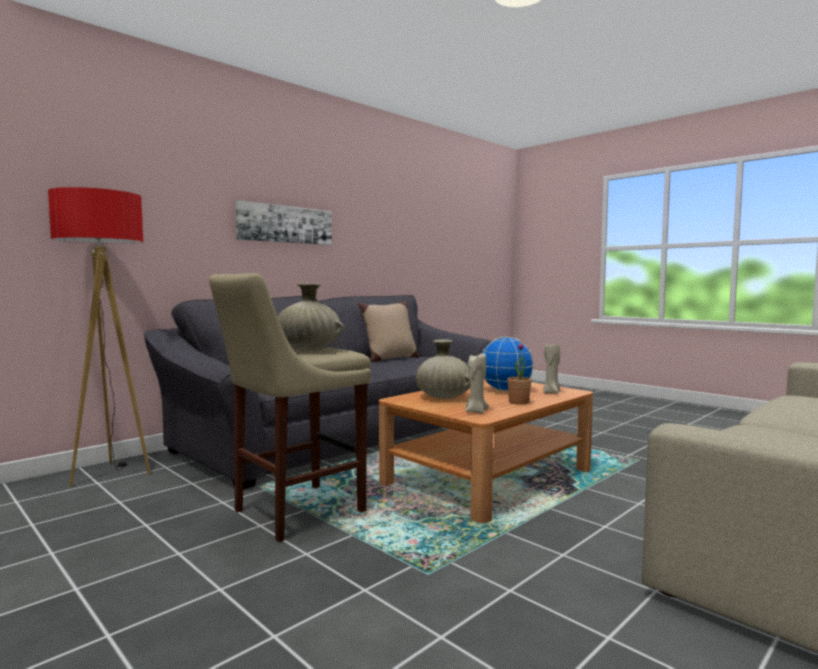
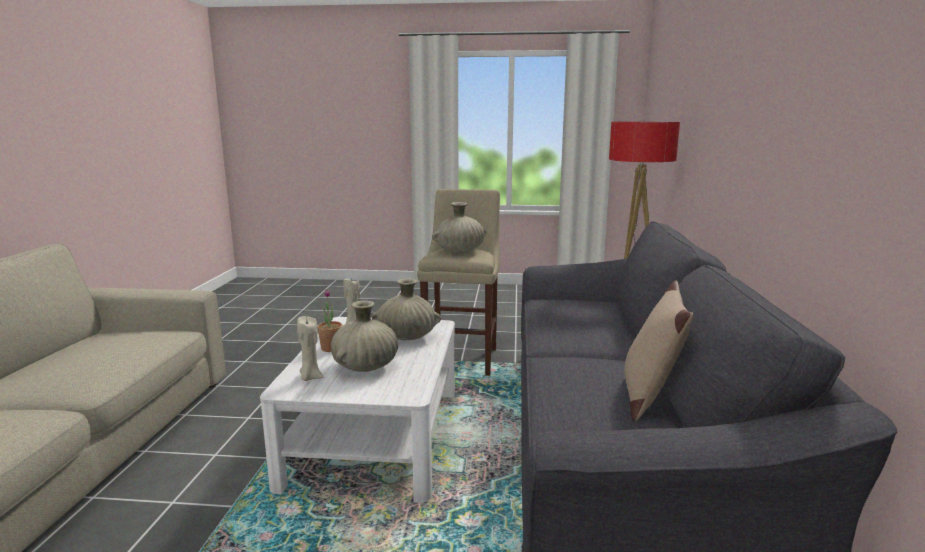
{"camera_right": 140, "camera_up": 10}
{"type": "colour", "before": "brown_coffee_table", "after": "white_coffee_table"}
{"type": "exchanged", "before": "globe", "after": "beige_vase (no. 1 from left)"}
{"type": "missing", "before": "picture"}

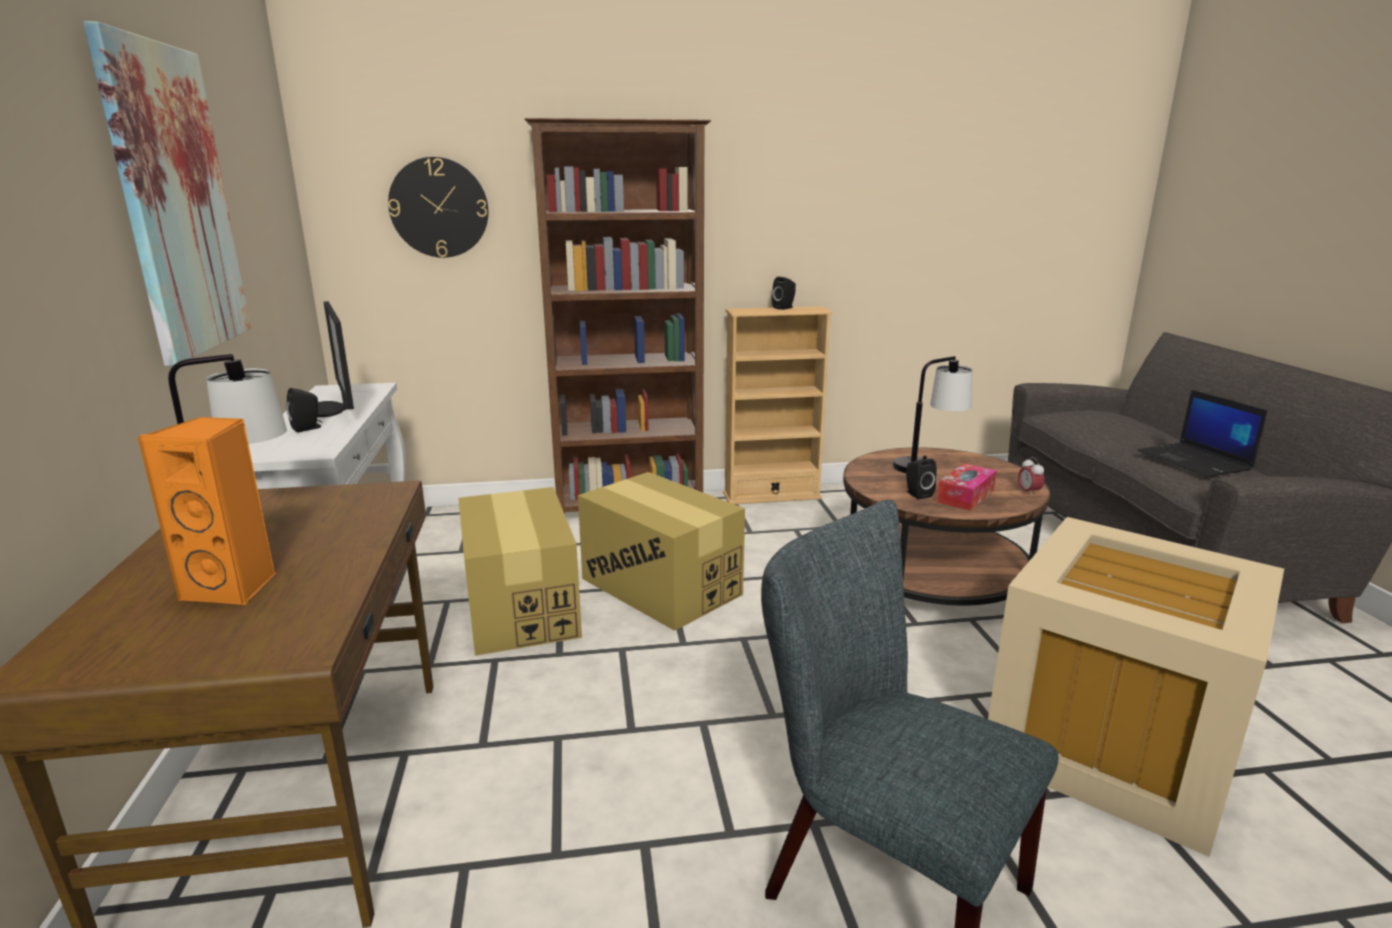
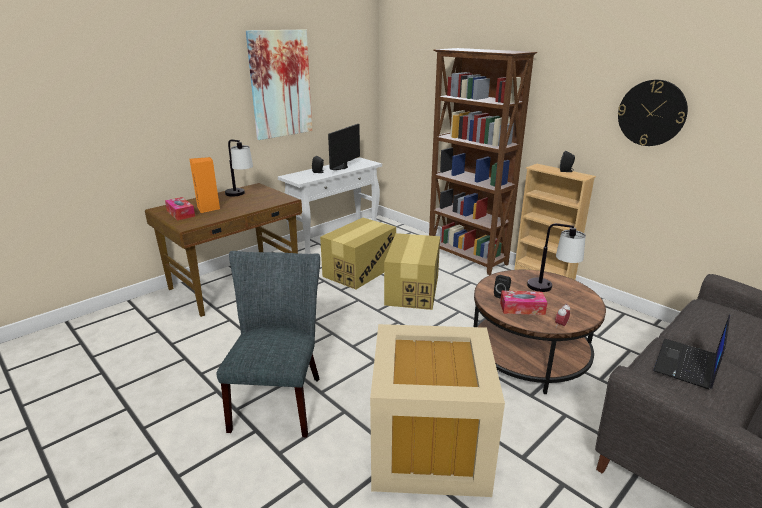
{"camera_right": 55, "camera_up": 5}
{"type": "appeared", "after": "tissue_box (no. 1 from left)"}
{"type": "relocated", "before": "wall_clock"}

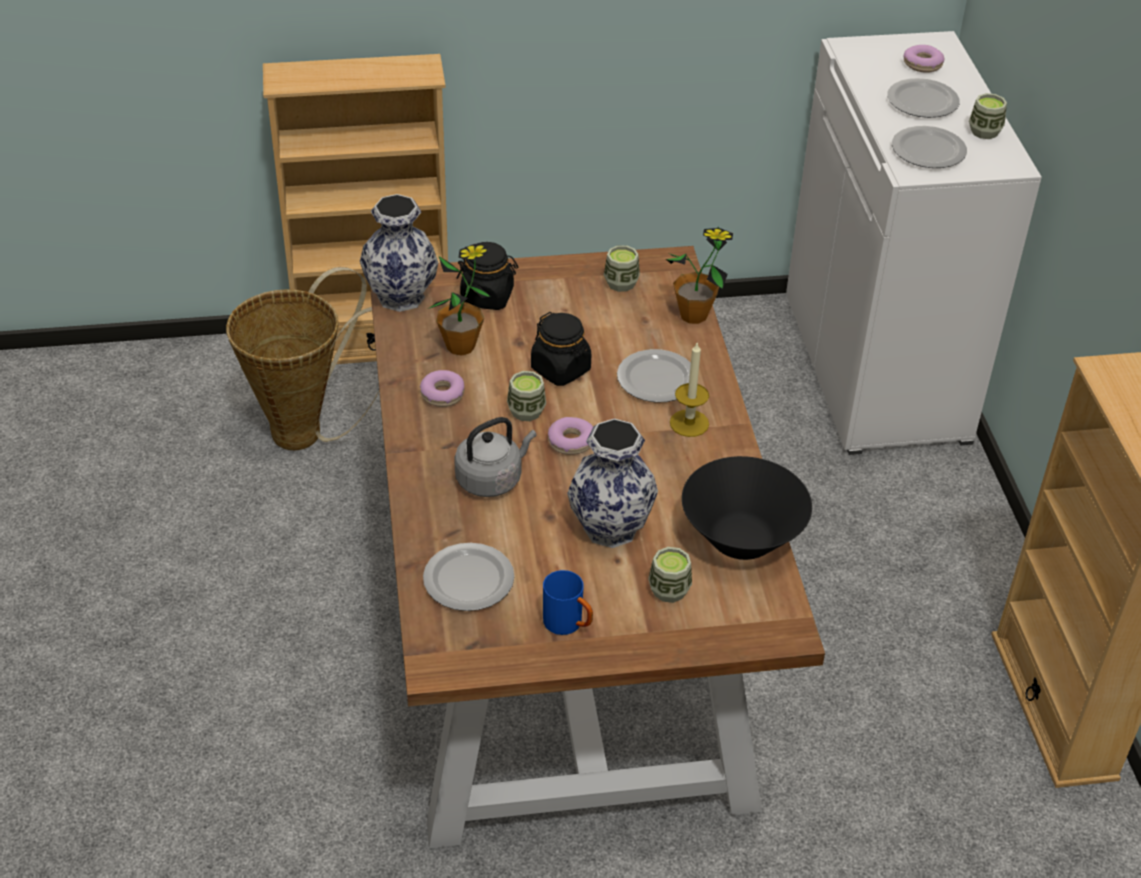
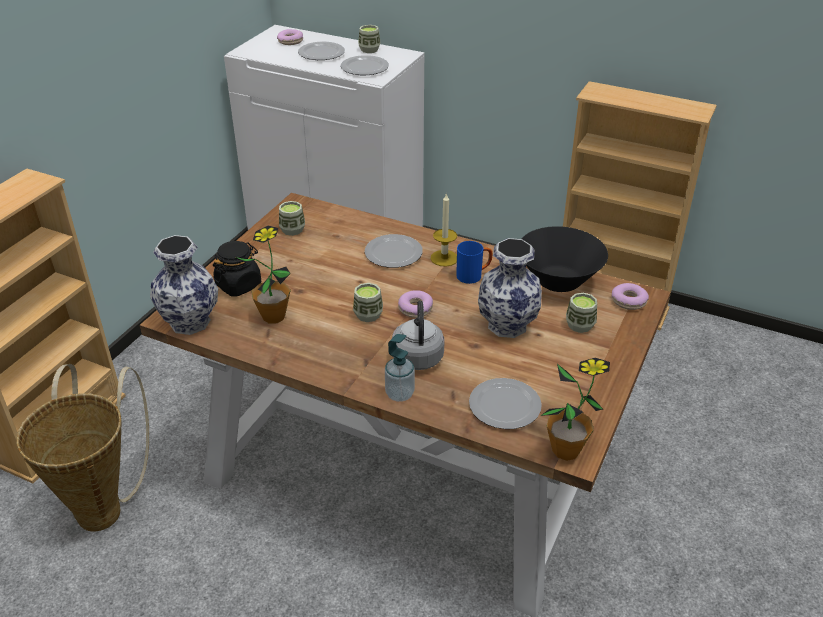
{"camera_right": -55, "camera_up": -5}
{"type": "appeared", "after": "soap_dispenser"}
{"type": "relocated", "before": "blue_mug"}
{"type": "relocated", "before": "potted_plant (no. 2 from left)"}
{"type": "relocated", "before": "donut (no. 1 from left in the first image)", "after": "donut (no. 3 from left)"}
{"type": "missing", "before": "black_jar (no. 2 from left)"}

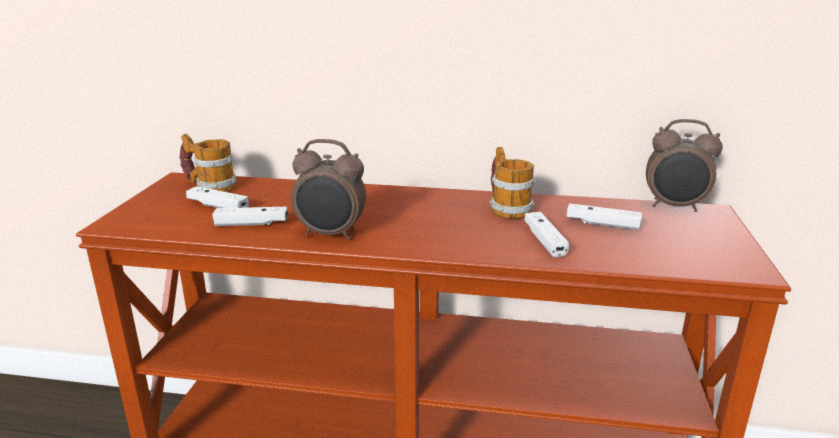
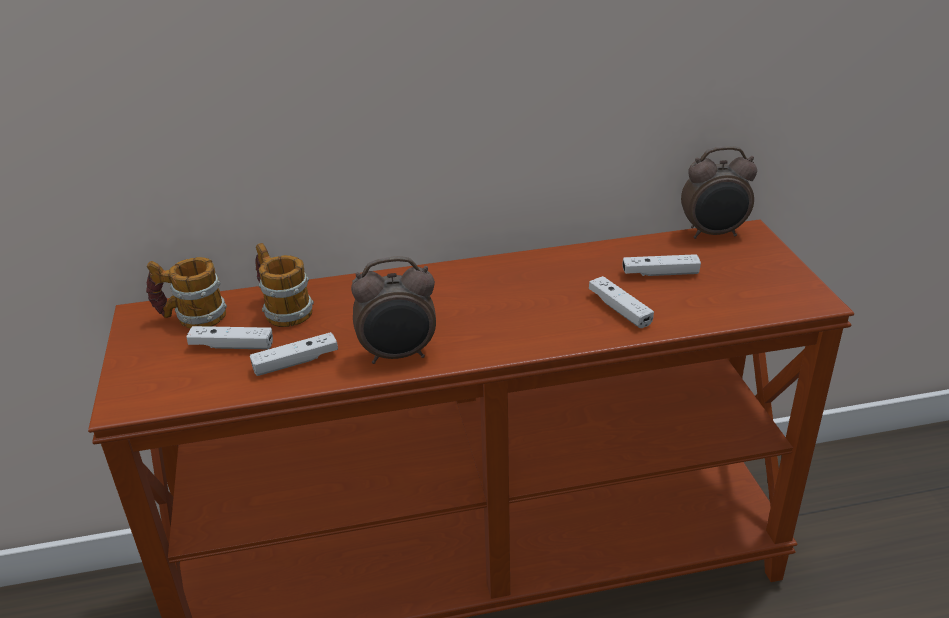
{"camera_right": -20, "camera_up": 10}
{"type": "relocated", "before": "mug (no. 2 from left)"}

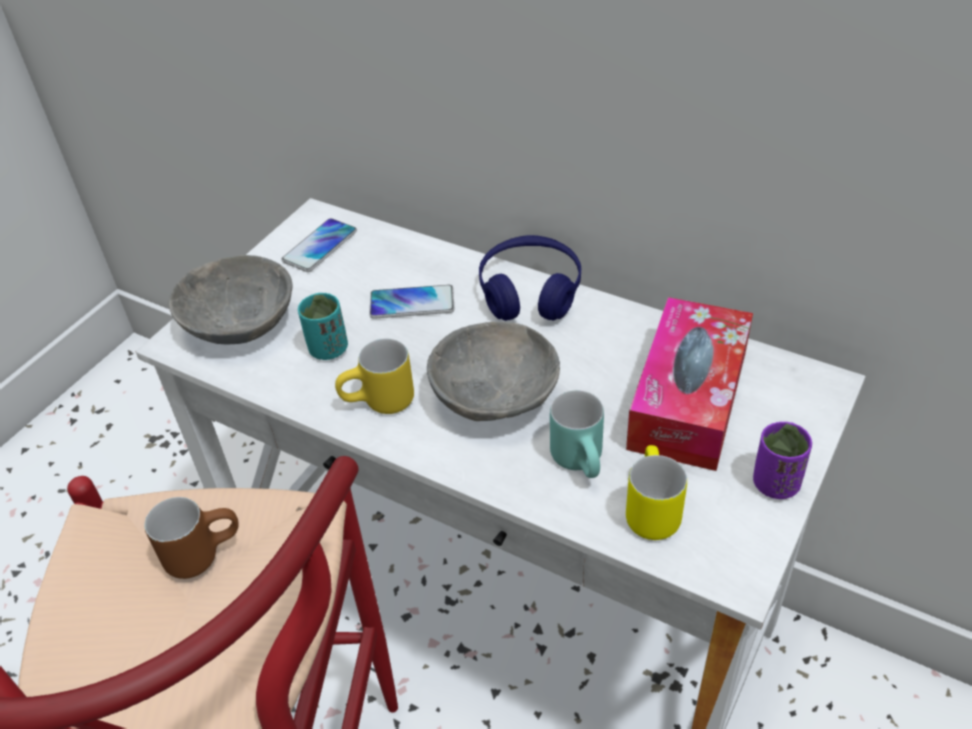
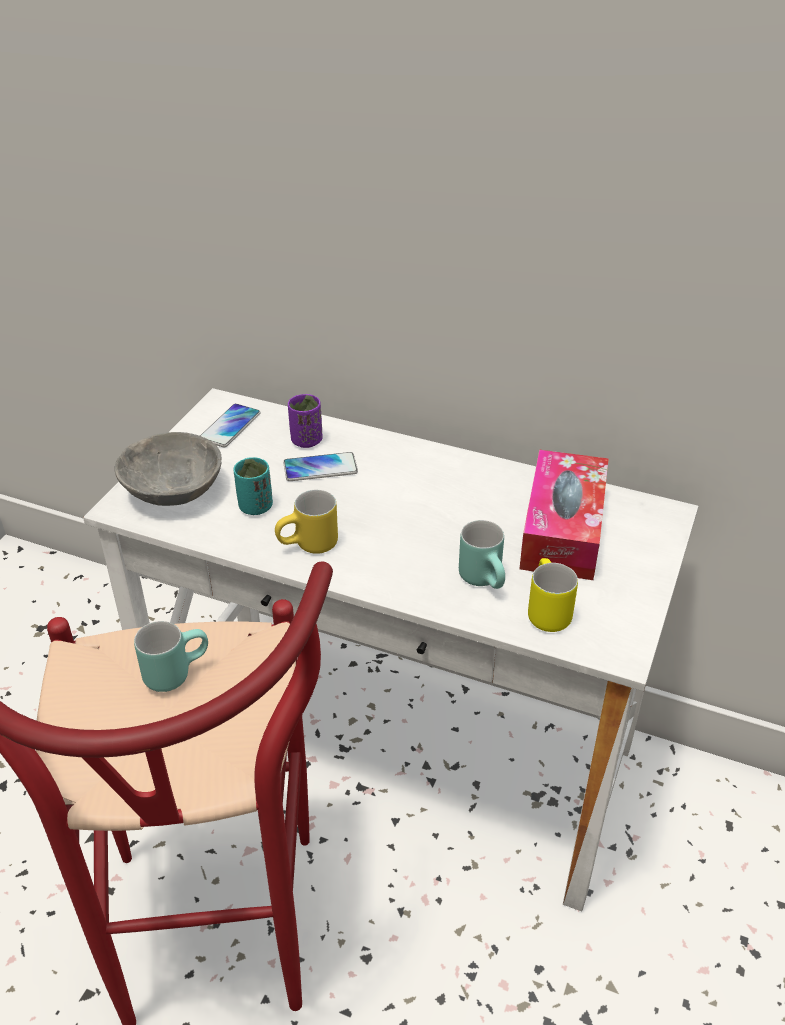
{"camera_right": -10, "camera_up": -5}
{"type": "colour", "before": "brown_mug", "after": "turquoise_mug (no. 1 from left)"}
{"type": "relocated", "before": "purple_cup"}
{"type": "missing", "before": "grey_bowl (no. 2 from left)"}
{"type": "missing", "before": "blue_headphones"}

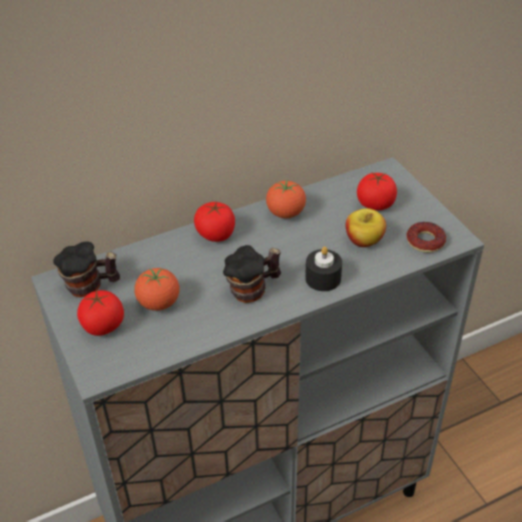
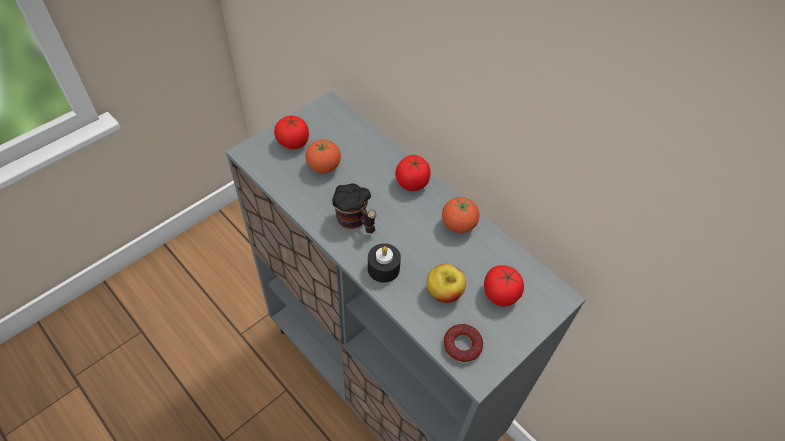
{"camera_right": 70, "camera_up": 10}
{"type": "missing", "before": "mug (no. 1 from left)"}

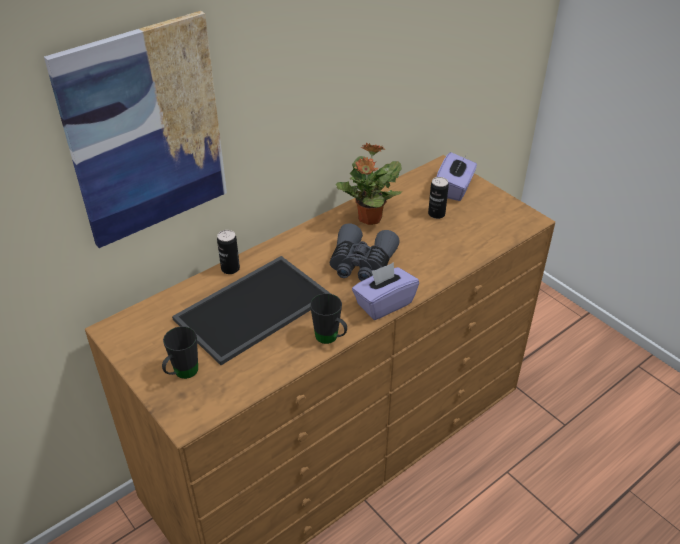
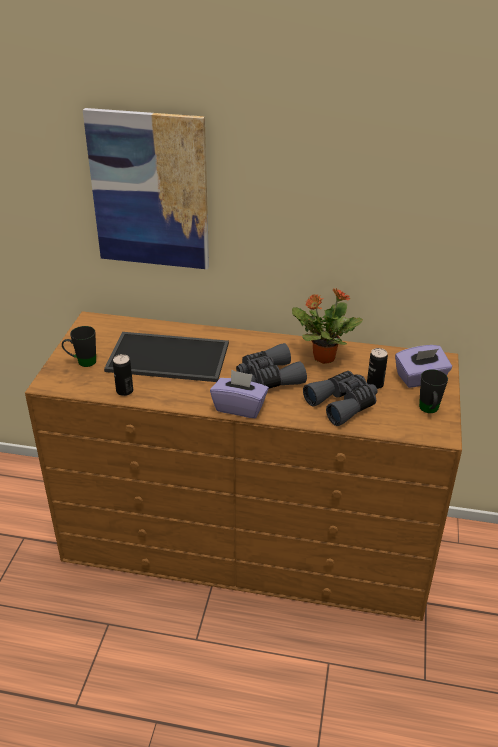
{"camera_right": 50, "camera_up": -5}
{"type": "relocated", "before": "can (no. 1 from left)"}
{"type": "appeared", "after": "grey_binoculars (no. 2 from left)"}
{"type": "relocated", "before": "black_mug (no. 2 from left)"}

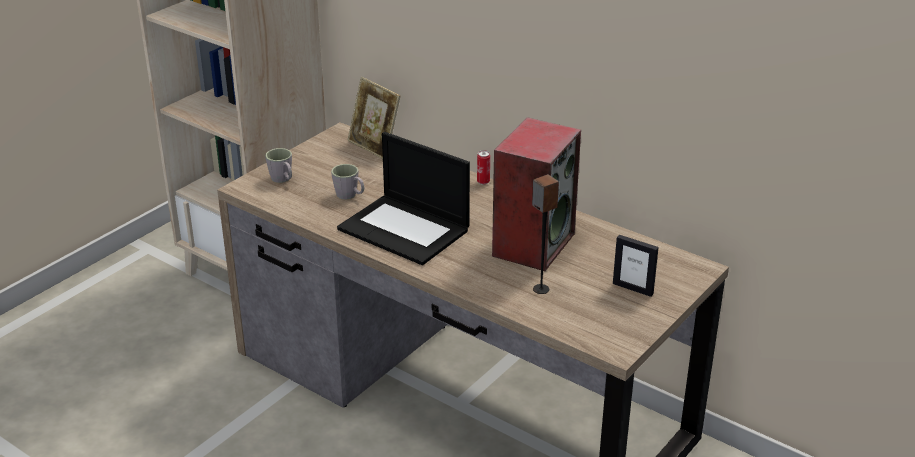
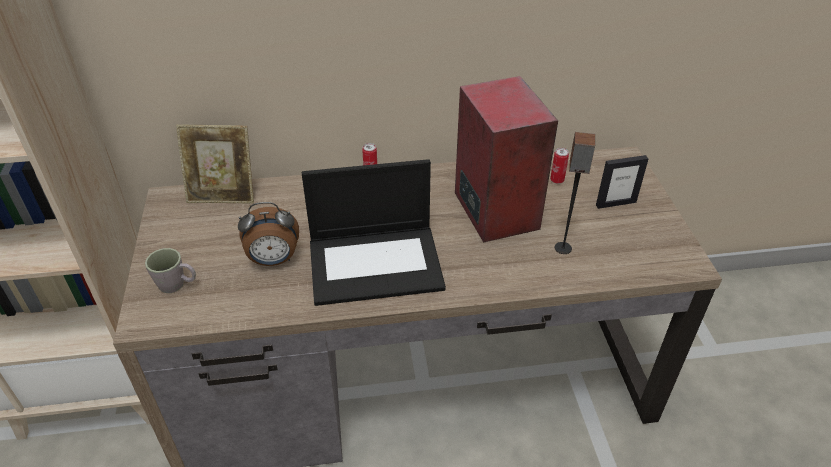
{"camera_right": -45, "camera_up": 10}
{"type": "exchanged", "before": "grey_mug (no. 2 from left)", "after": "alarm_clock"}
{"type": "appeared", "after": "can (no. 2 from left)"}

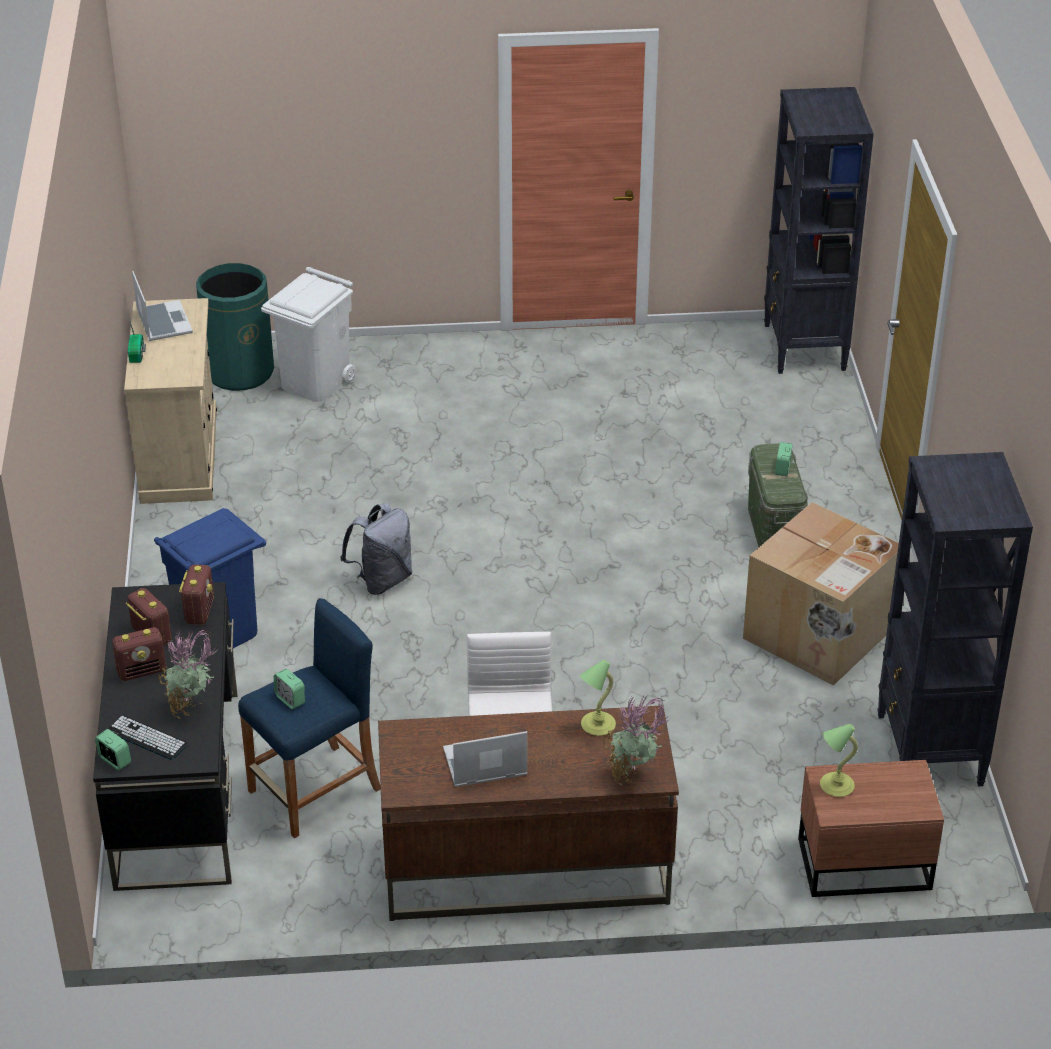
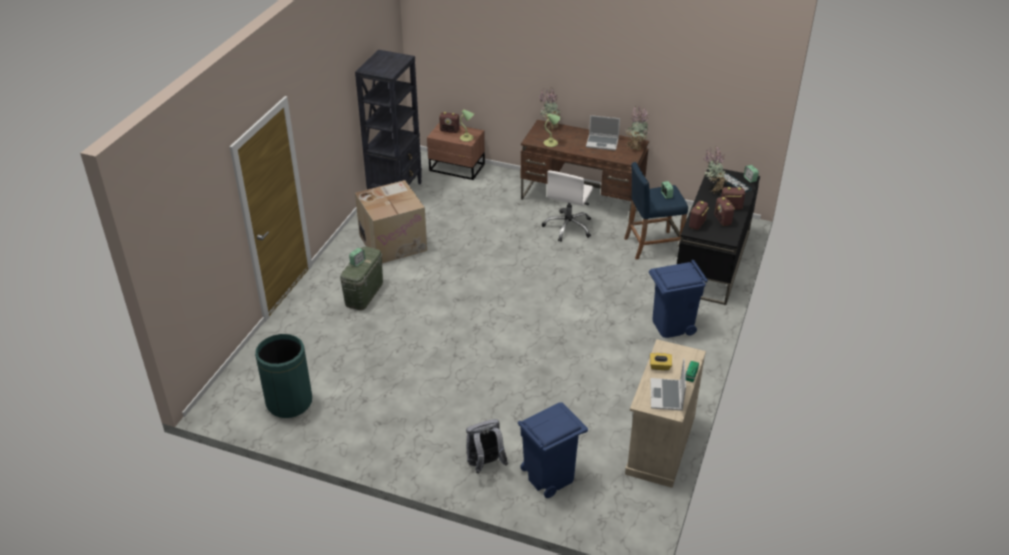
{"camera_right": -155, "camera_up": 0}
{"type": "relocated", "before": "green_trash_can"}
{"type": "appeared", "after": "radio (no. 1 from left)"}
{"type": "relocated", "before": "grey_backpack"}
{"type": "colour", "before": "white_trash_can", "after": "blue_trash_can (no. 1 from left)"}
{"type": "appeared", "after": "potted_plant (no. 2 from left)"}
{"type": "appeared", "after": "yellow_tissue_box"}
{"type": "missing", "before": "black_bookcase (no. 1 from left)"}

